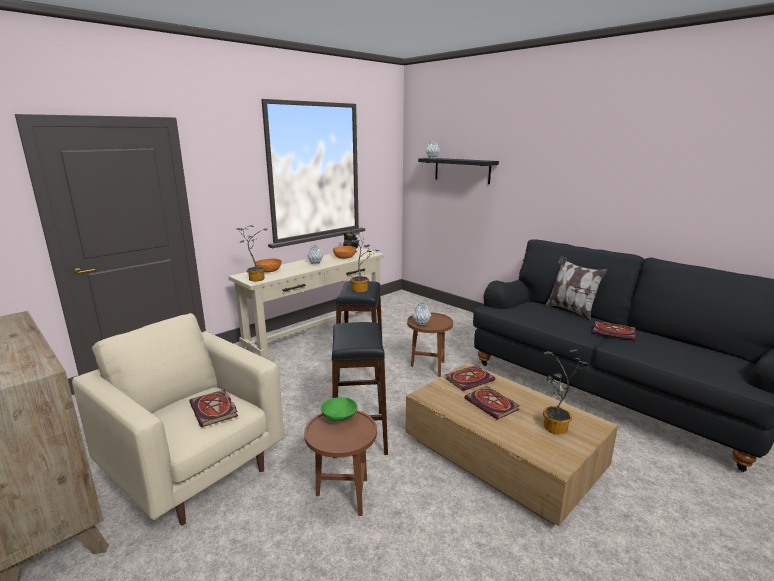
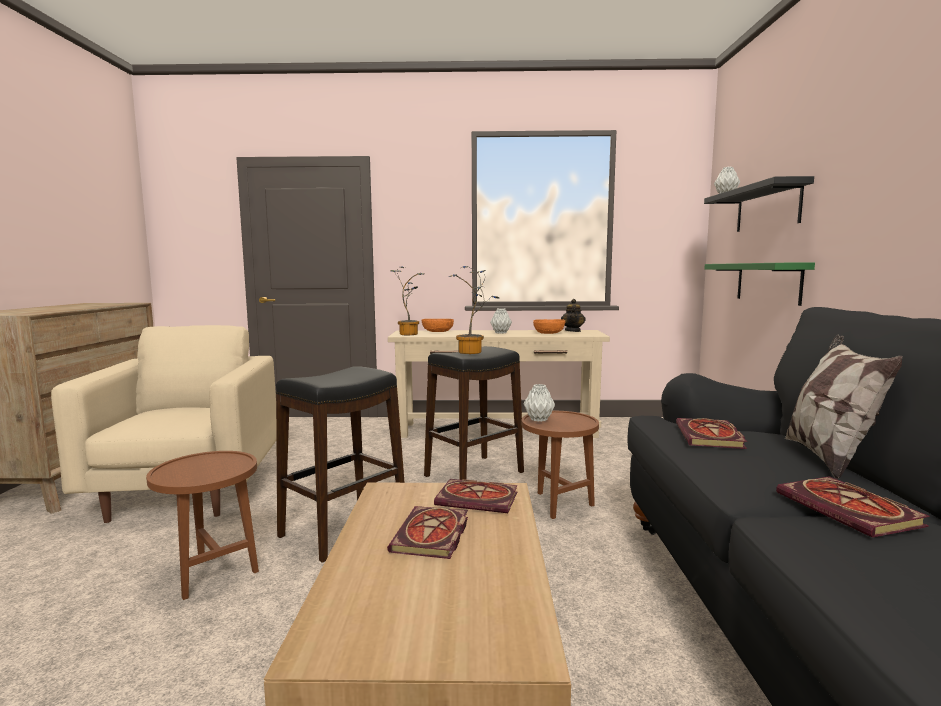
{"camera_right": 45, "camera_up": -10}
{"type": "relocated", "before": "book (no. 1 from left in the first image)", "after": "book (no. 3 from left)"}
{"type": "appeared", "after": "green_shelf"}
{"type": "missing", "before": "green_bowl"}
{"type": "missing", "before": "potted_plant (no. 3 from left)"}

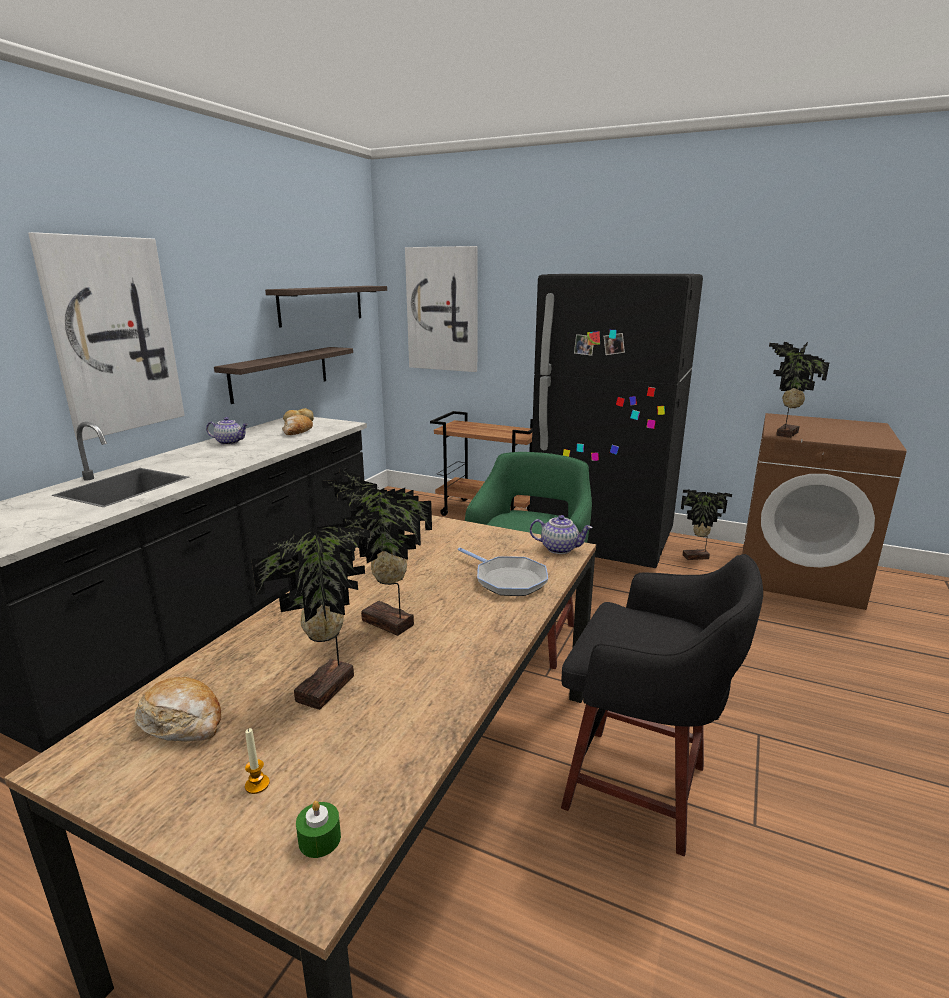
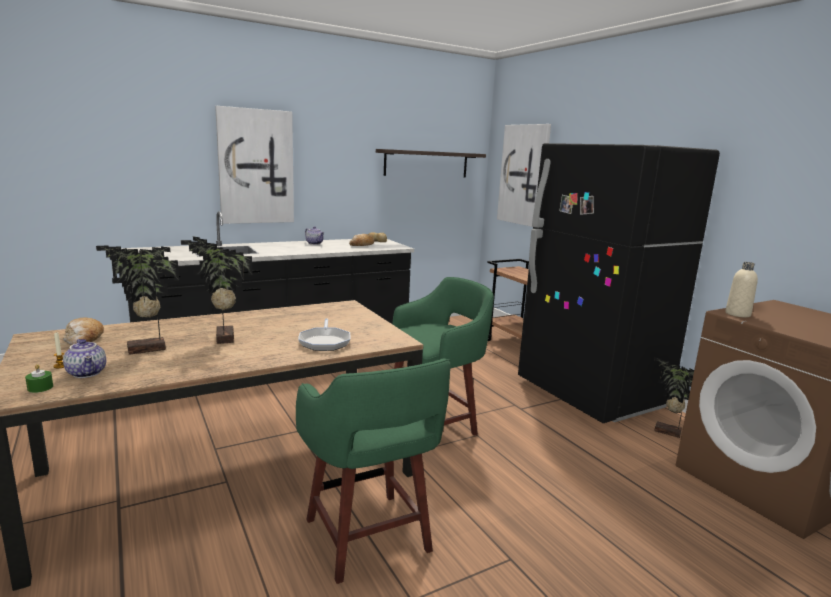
{"camera_right": 35, "camera_up": -5}
{"type": "relocated", "before": "teapot (no. 2 from left in the first image)", "after": "teapot (no. 1 from left)"}
{"type": "colour", "before": "black_stool", "after": "green_stool (no. 1 from left)"}
{"type": "exchanged", "before": "potted_plant (no. 4 from left)", "after": "beige_bottle"}
{"type": "missing", "before": "shelf (no. 1 from left)"}

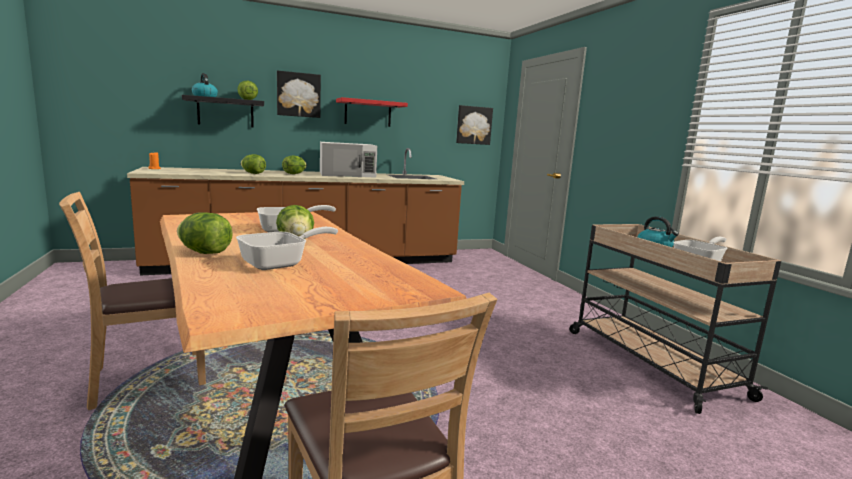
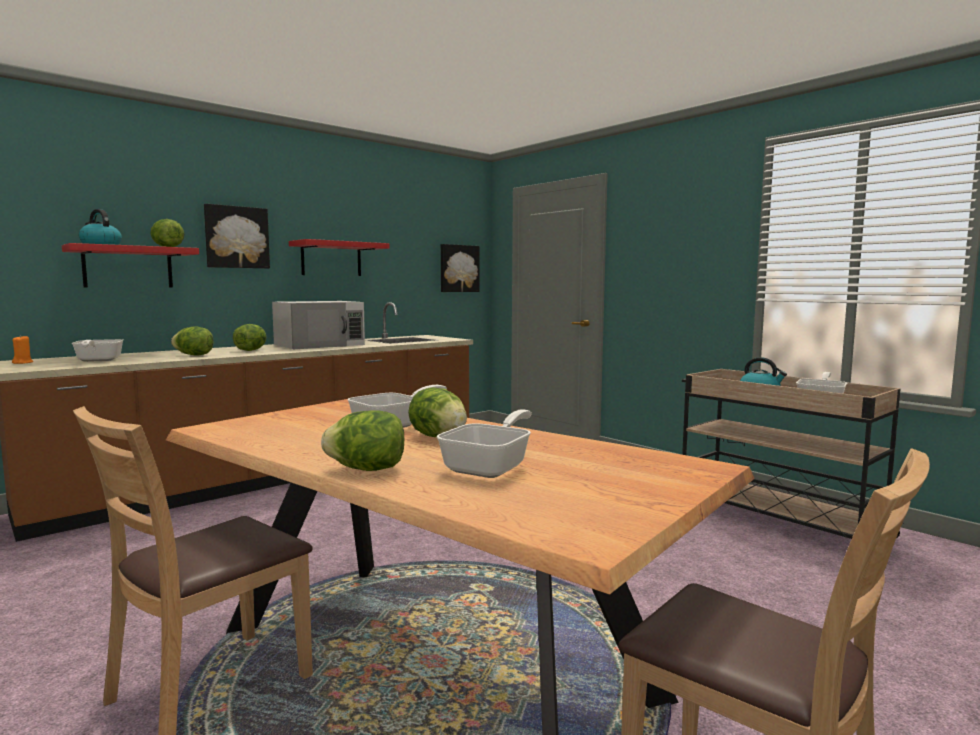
{"camera_right": -20, "camera_up": -5}
{"type": "colour", "before": "black_shelf", "after": "red_shelf (no. 1 from left)"}
{"type": "appeared", "after": "frying_pan (no. 1 from left)"}

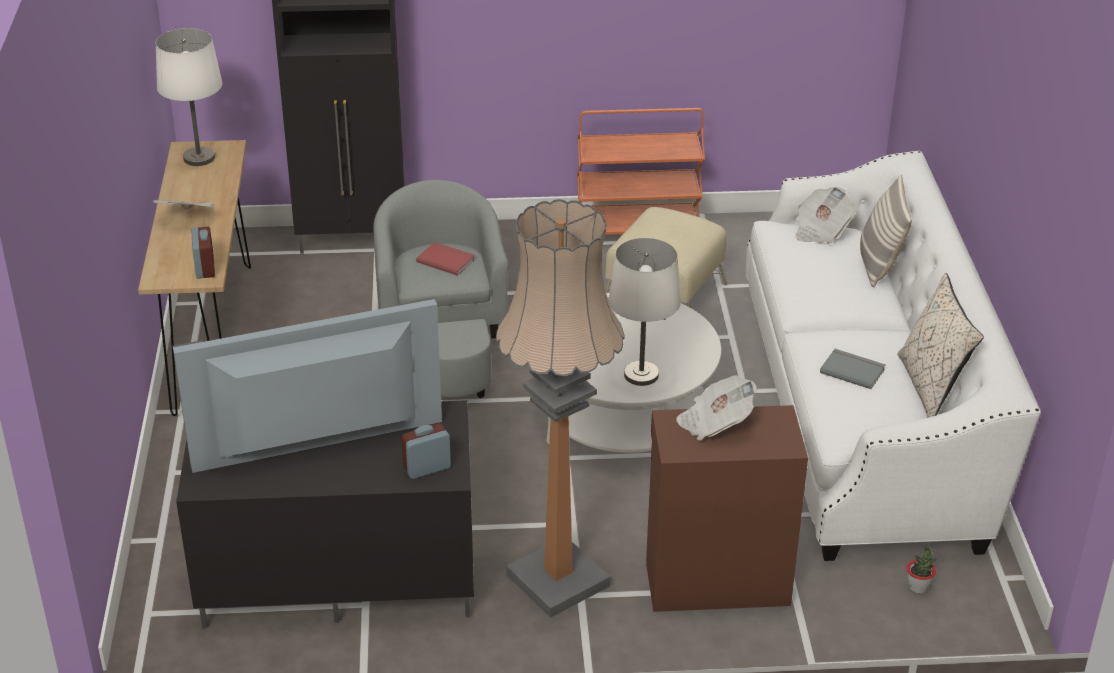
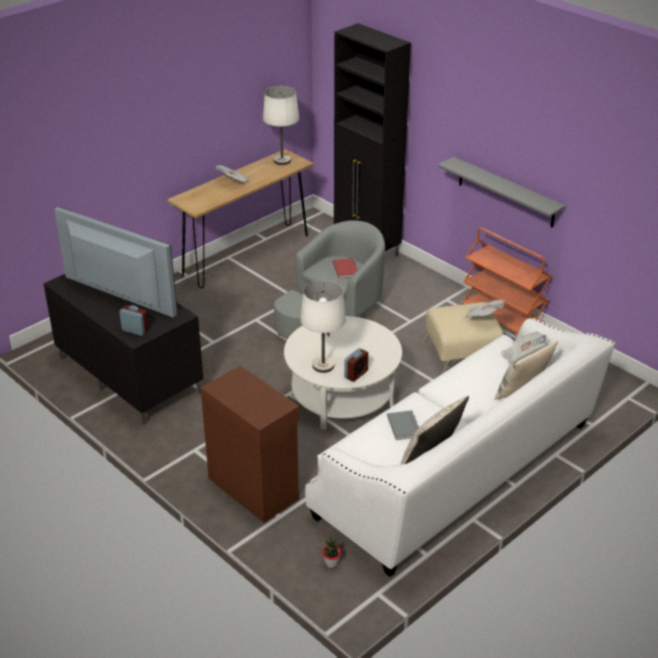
{"camera_right": 50, "camera_up": 0}
{"type": "relocated", "before": "alarm_clock (no. 1 from left in the first image)", "after": "alarm_clock (no. 2 from left)"}
{"type": "appeared", "after": "grey_shelf"}
{"type": "relocated", "before": "newspaper (no. 2 from left)"}
{"type": "missing", "before": "floor_lamp"}

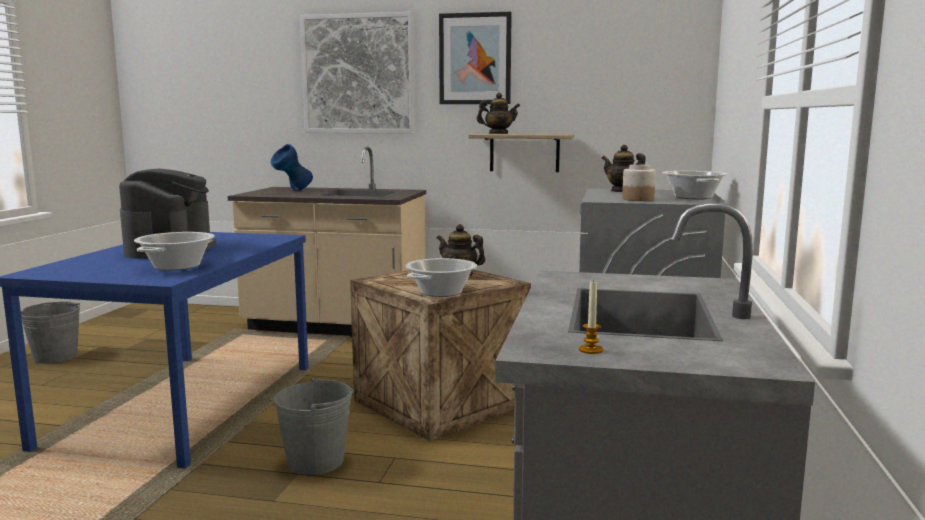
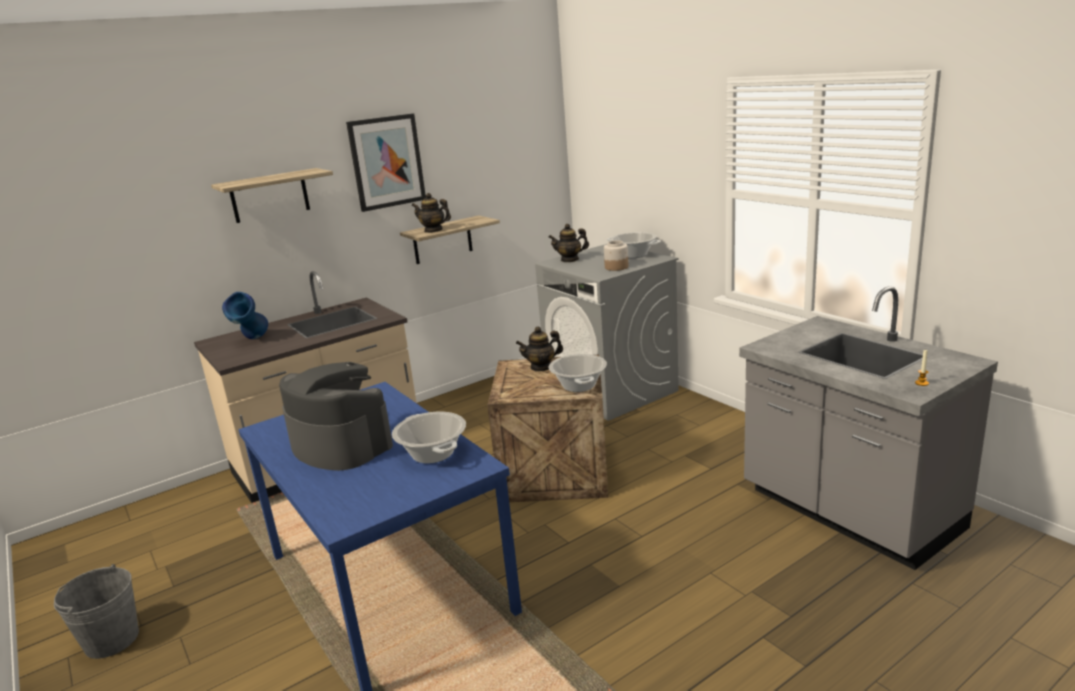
{"camera_right": -45, "camera_up": 10}
{"type": "exchanged", "before": "picture (no. 1 from left)", "after": "shelf (no. 1 from left)"}
{"type": "spun", "before": "teapot (no. 2 from left in the first image)", "turn": -105}
{"type": "missing", "before": "grey_bucket (no. 2 from left)"}

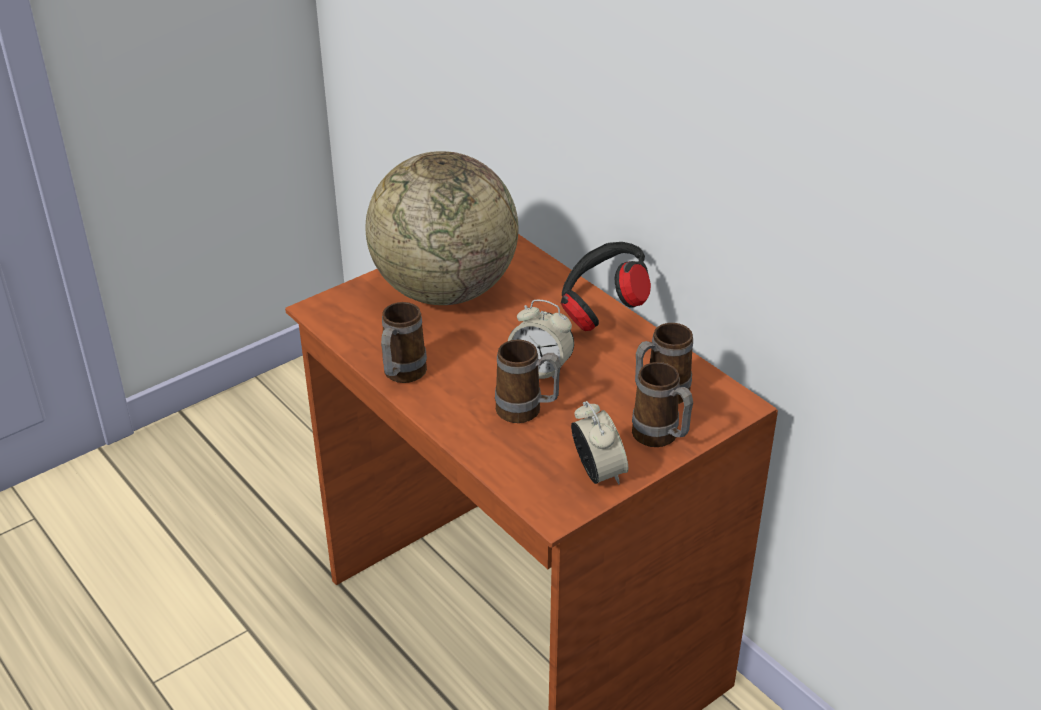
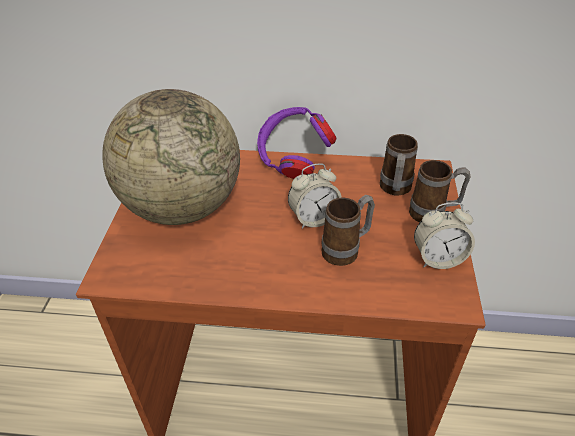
{"camera_right": -45, "camera_up": 5}
{"type": "colour", "before": "black_headphones", "after": "purple_headphones"}
{"type": "spun", "before": "alarm_clock (no. 2 from left)", "turn": 150}
{"type": "missing", "before": "mug (no. 1 from left)"}

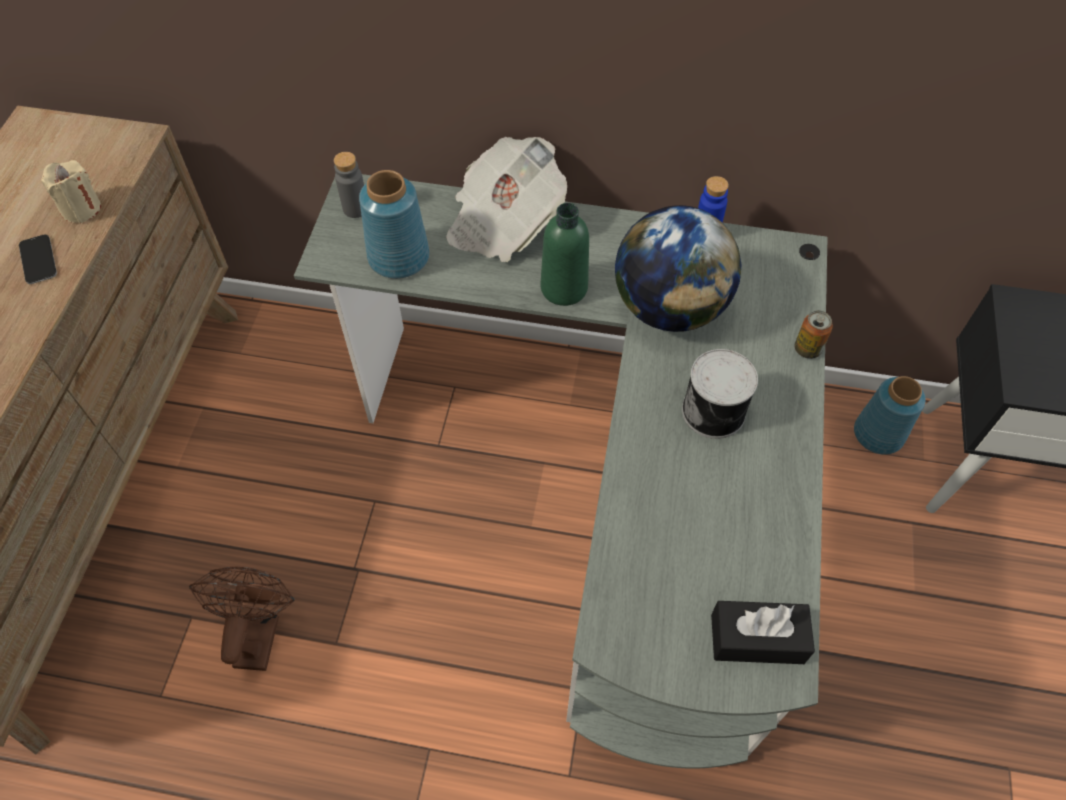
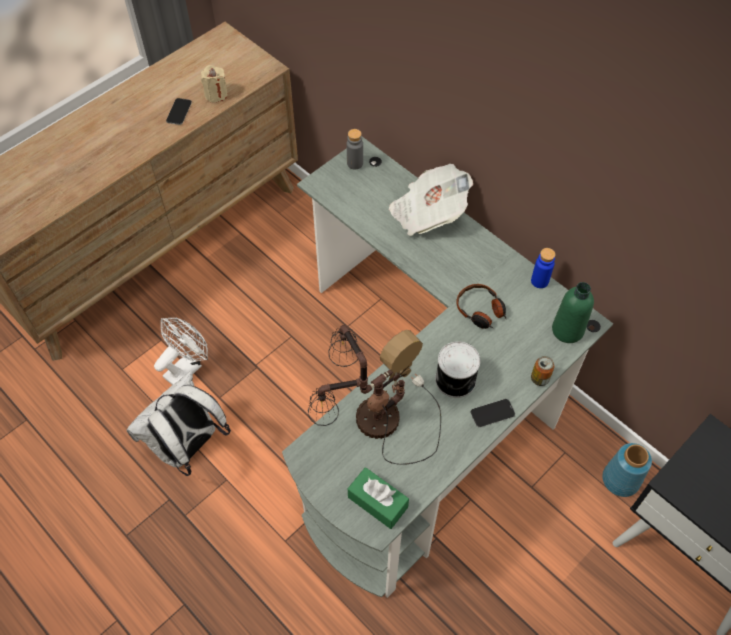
{"camera_right": 35, "camera_up": 0}
{"type": "appeared", "after": "white_backpack"}
{"type": "colour", "before": "brown_fan", "after": "white_fan"}
{"type": "appeared", "after": "table_lamp"}
{"type": "colour", "before": "black_tissue_box", "after": "green_tissue_box"}
{"type": "exchanged", "before": "globe", "after": "headphones"}
{"type": "appeared", "after": "phone (no. 2 from left)"}
{"type": "relocated", "before": "green_bottle"}
{"type": "missing", "before": "blue_vase (no. 1 from left)"}

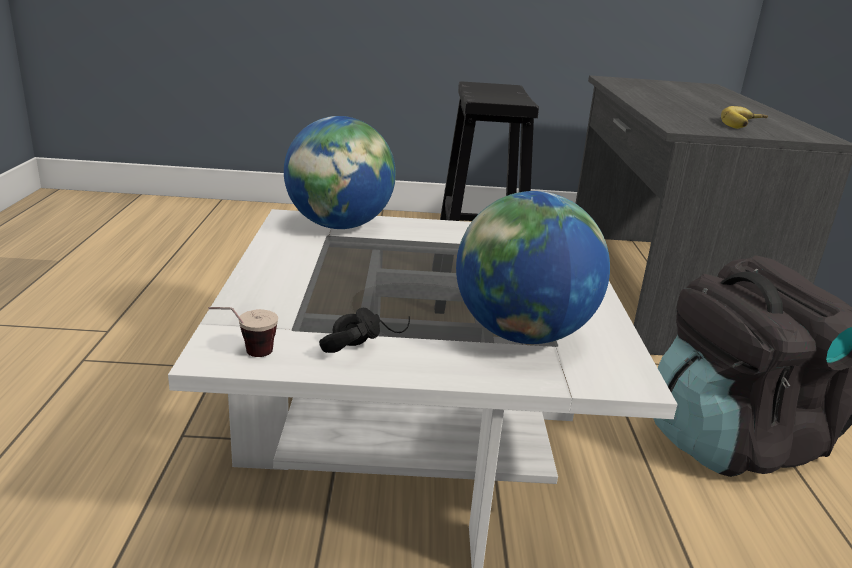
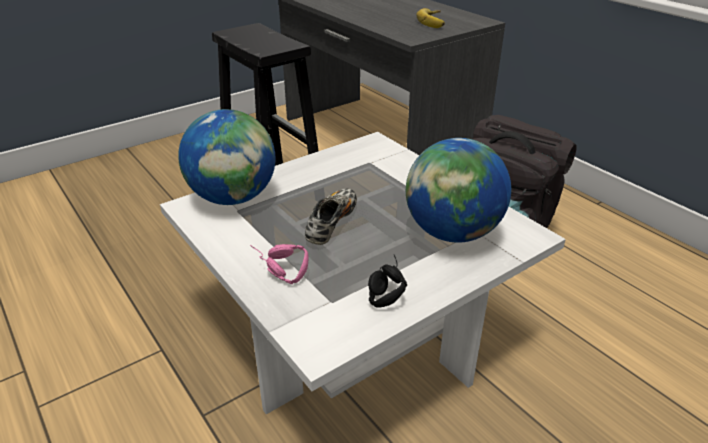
{"camera_right": -35, "camera_up": 10}
{"type": "appeared", "after": "pink_headphones"}
{"type": "appeared", "after": "shoe"}
{"type": "missing", "before": "cup"}

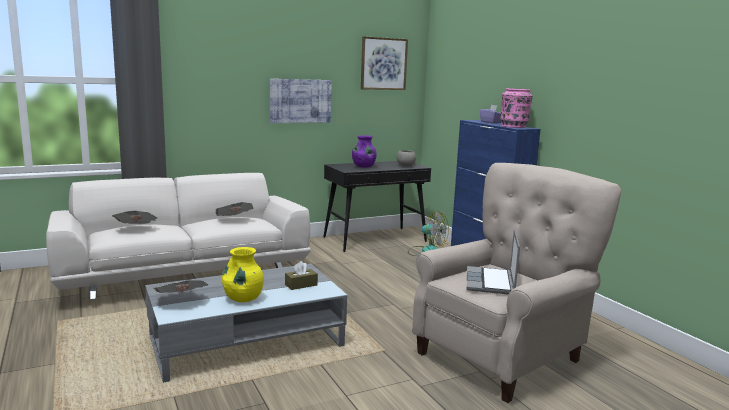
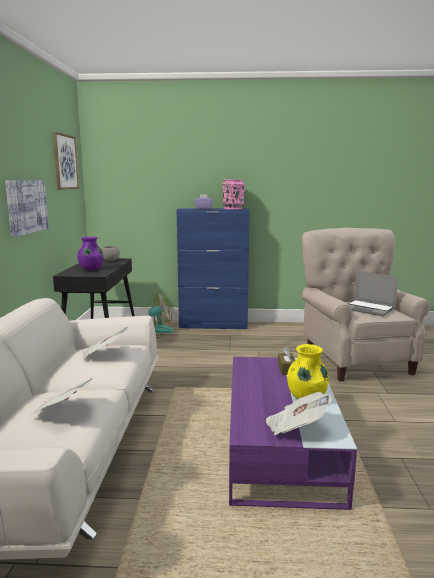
{"camera_right": -60, "camera_up": 0}
{"type": "colour", "before": "grey_coffee_table", "after": "purple_coffee_table"}

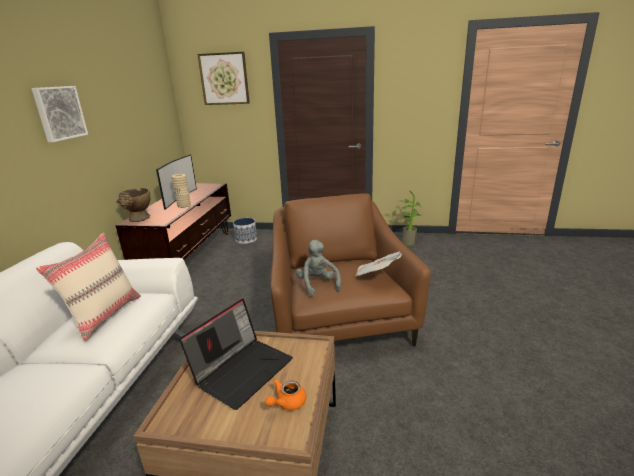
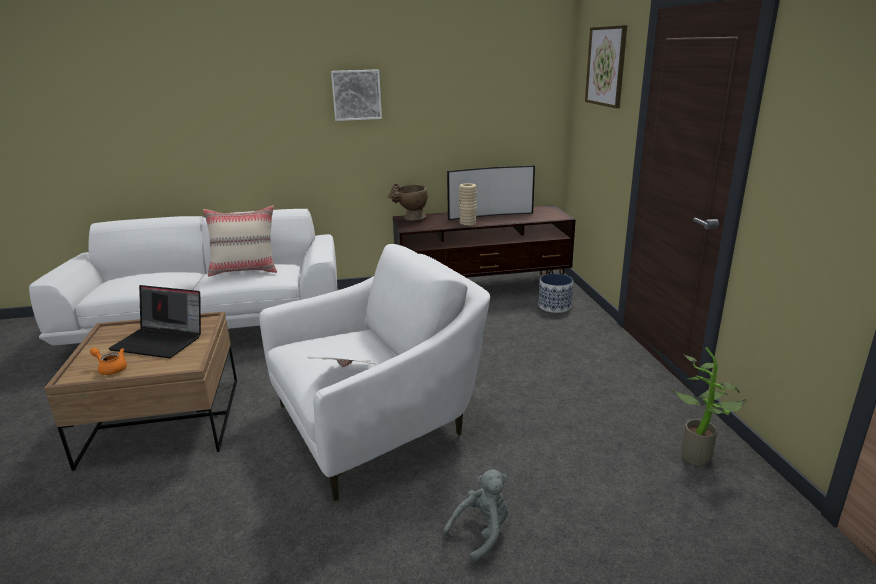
{"camera_right": 70, "camera_up": 0}
{"type": "colour", "before": "brown_armchair", "after": "white_armchair"}
{"type": "relocated", "before": "grey_plush_toy"}

